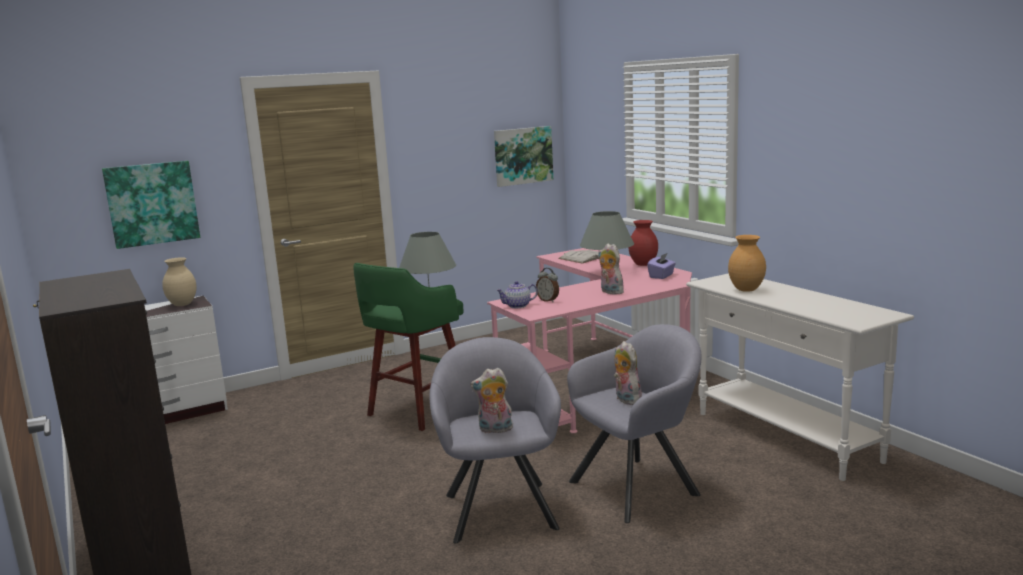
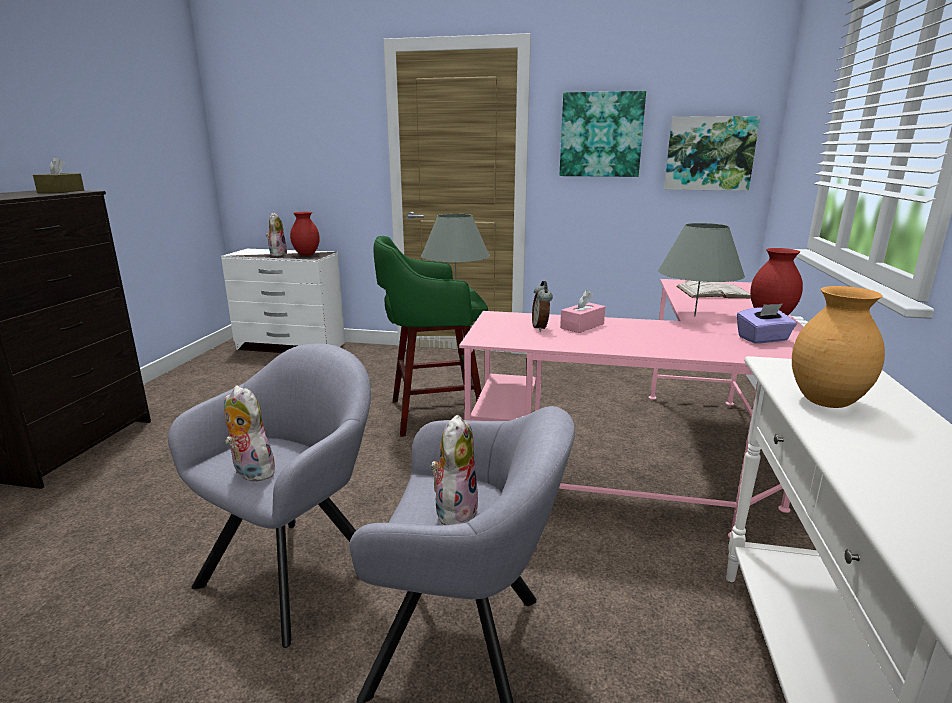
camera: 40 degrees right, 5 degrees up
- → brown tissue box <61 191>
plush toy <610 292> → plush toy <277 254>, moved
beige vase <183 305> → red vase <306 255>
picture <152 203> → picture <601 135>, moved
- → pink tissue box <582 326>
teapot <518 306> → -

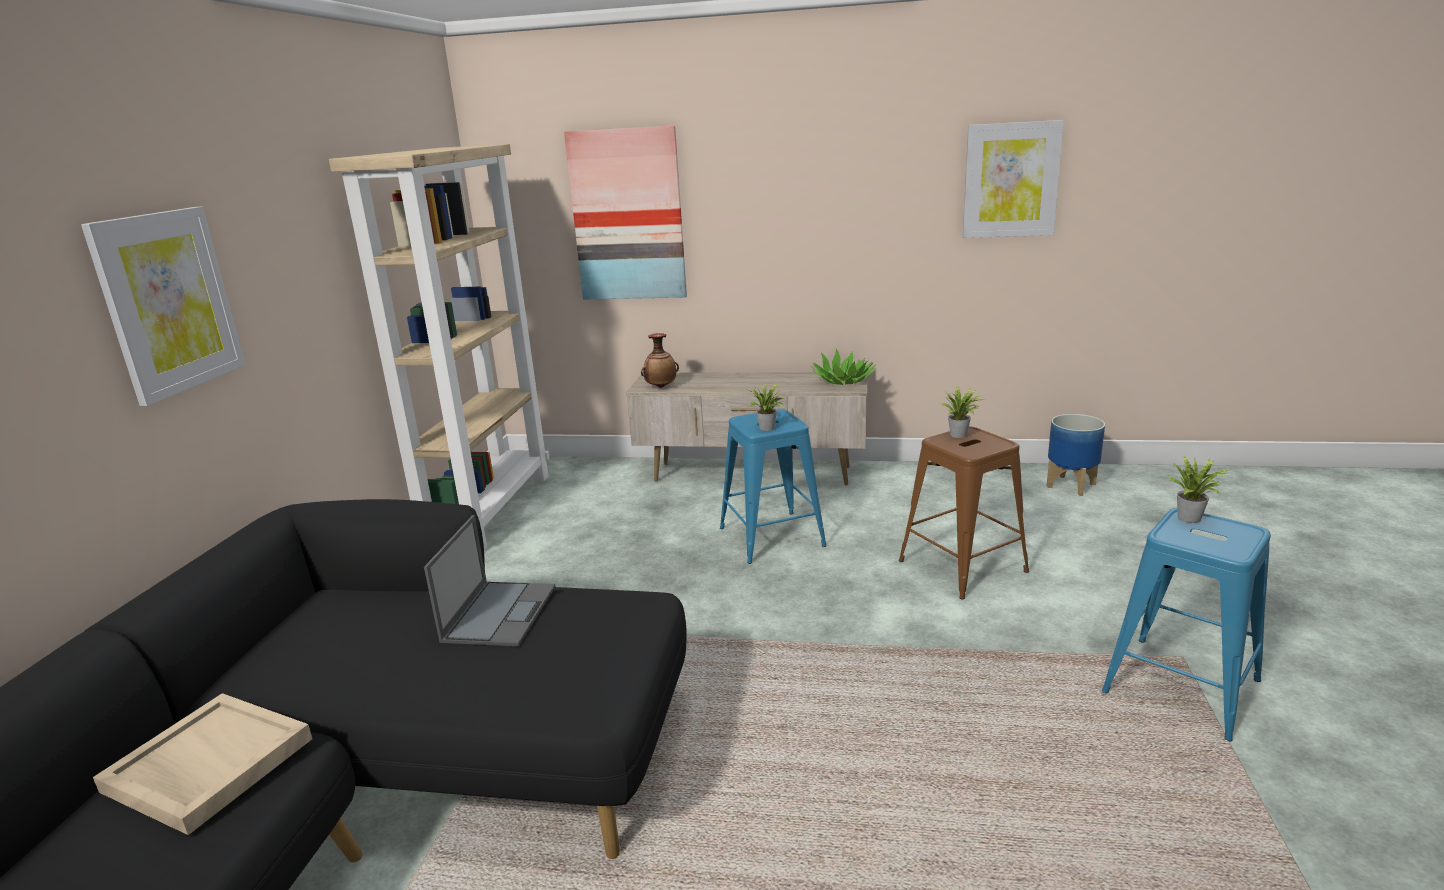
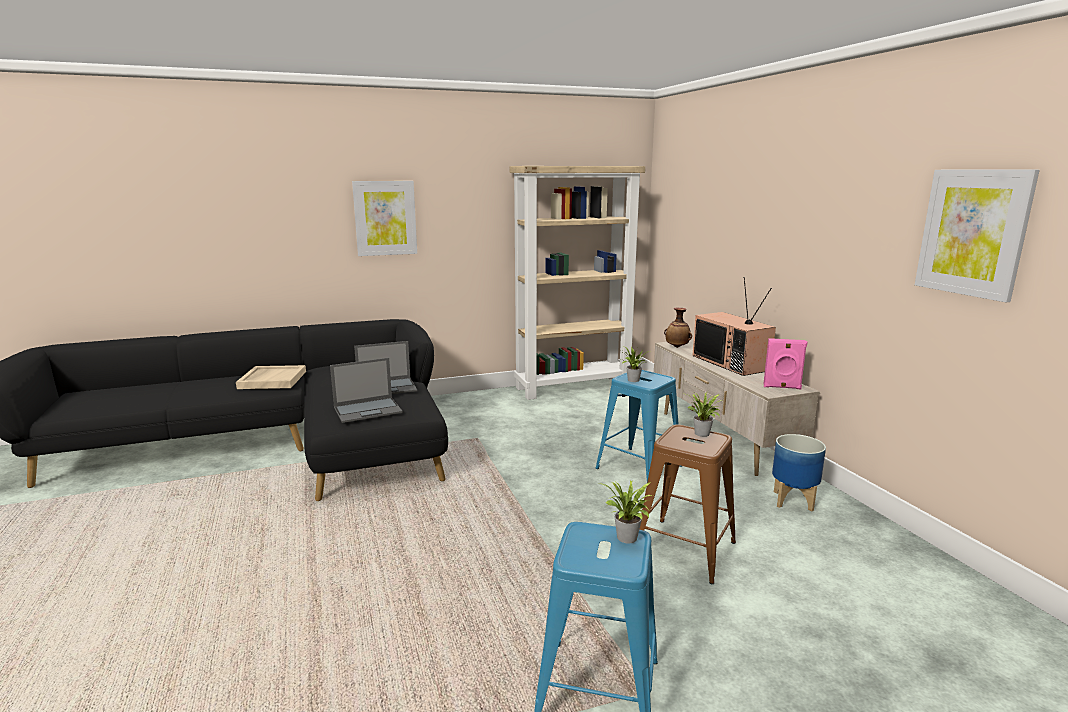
camera: 60 degrees right, 5 degrees down
- → laptop <368 410>
- → television <732 363>
potted plant <843 380> → pink speaker <782 387>
planter <1070 485> → planter <792 500>, moved
picture <628 215> → -

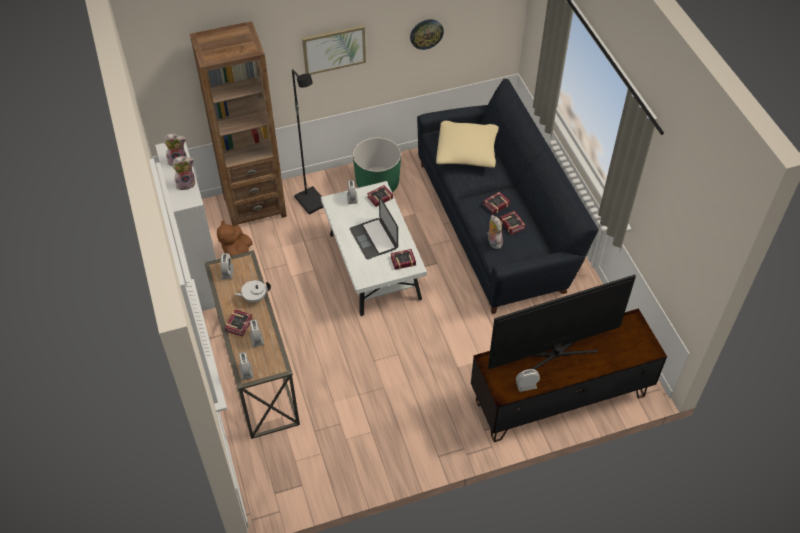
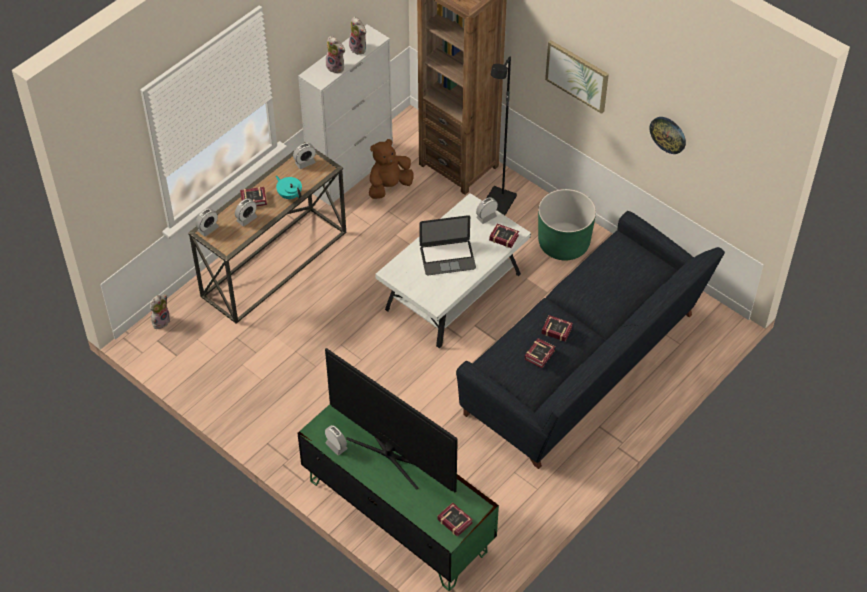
camera: 60 degrees right, 0 degrees up
plush toy <493 242> → plush toy <161 320>, moved
white teapot <254 297> → turquoise teapot <289 195>
brown tv stand <559 397> → green tv stand <397 515>
laptop <374 238> → laptop <447 257>, 135 degrees counterclockwise
book <402 260> → book <454 520>, moved
beige pillow <467 152> → -

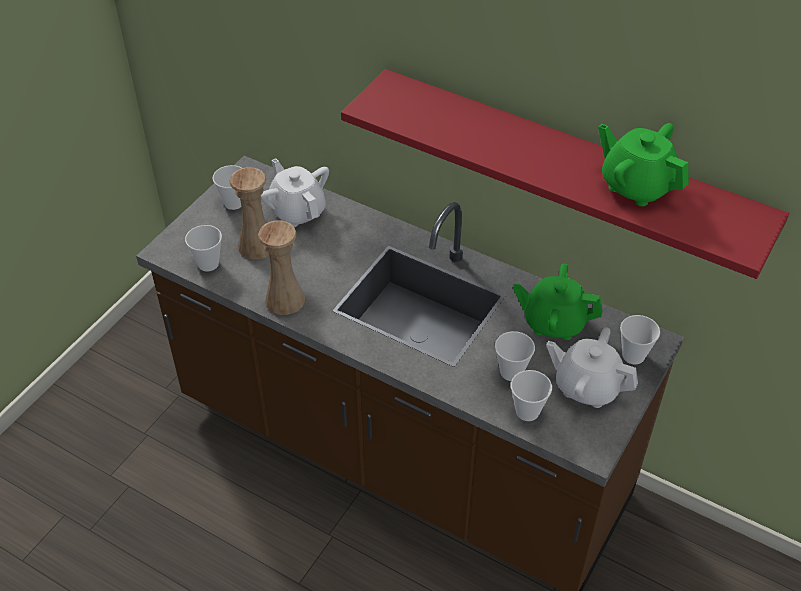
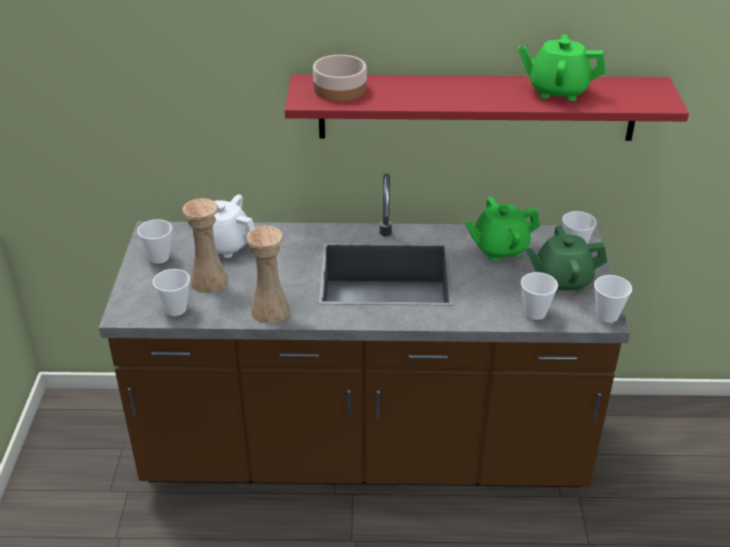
camera: 30 degrees left, 10 degrees down
- → bowl <339 89>
white teapot <587 387> → green teapot <561 280>
cup <511 372> → cup <607 316>, moved

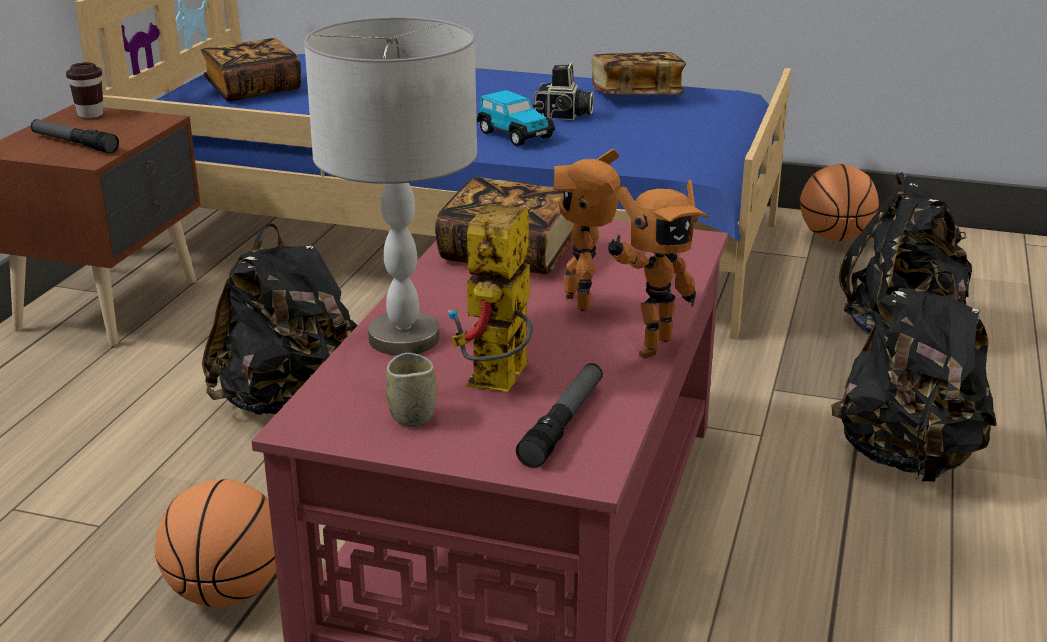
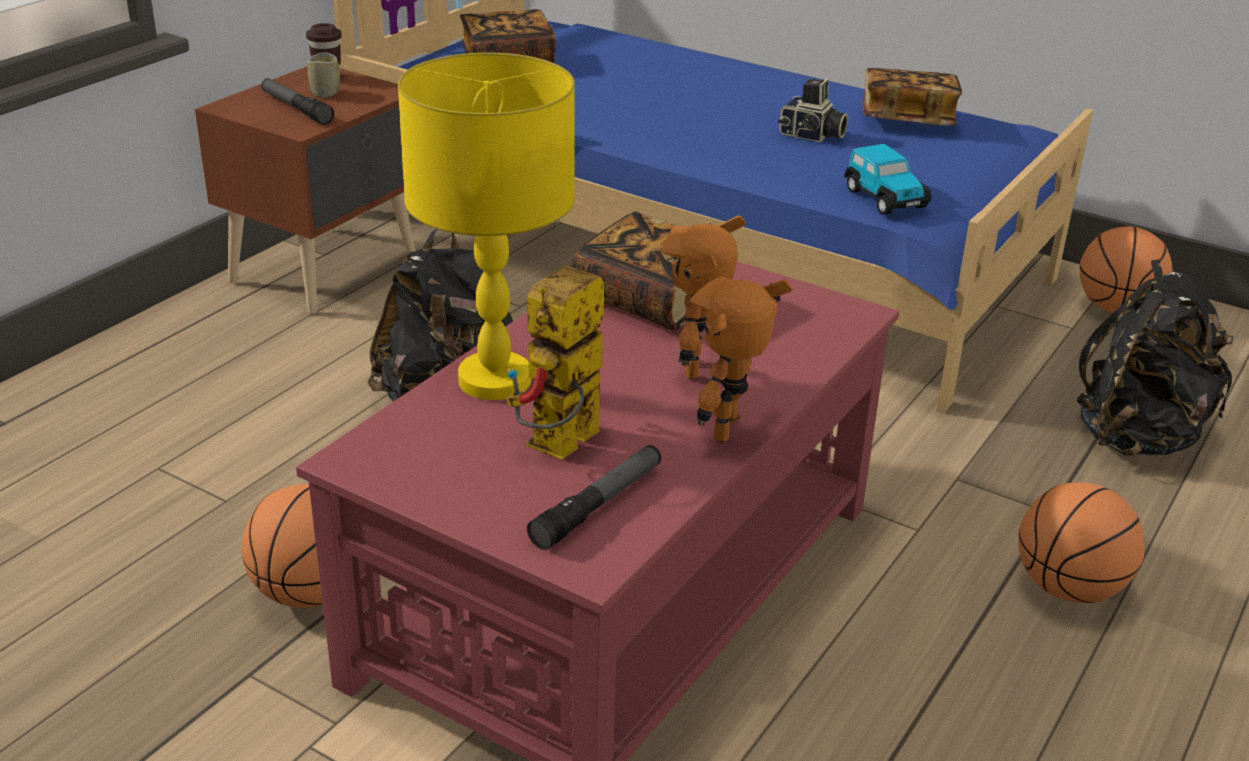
camera: 15 degrees right, 5 degrees up
cup <412 416> → cup <325 93>, moved
grey table lamp <404 339> → yellow table lamp <495 381>
toy robot <648 345> → toy robot <735 432>, 150 degrees clockwise
toy car <514 134> → toy car <884 198>, moved
black backpack <907 459> → basketball <1069 588>

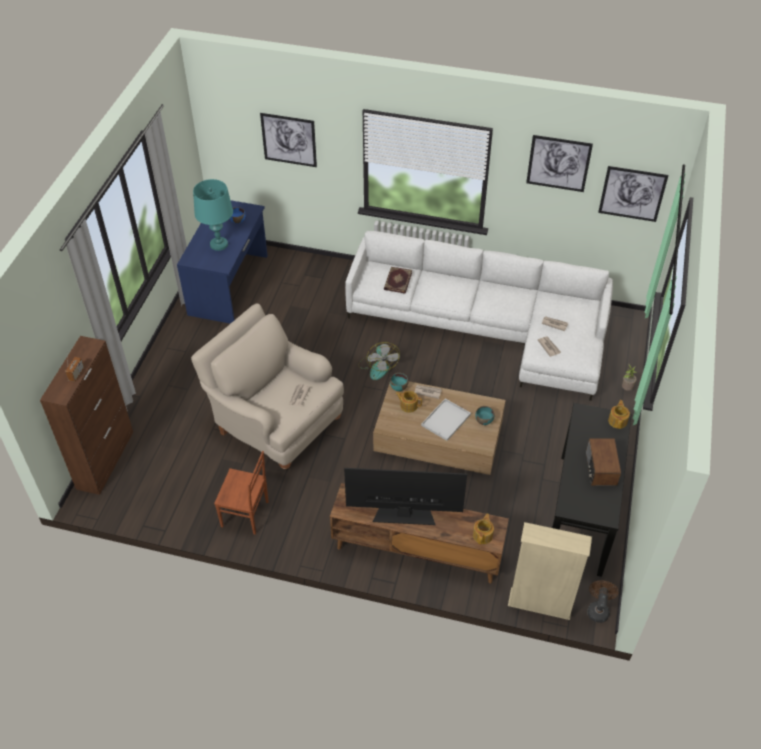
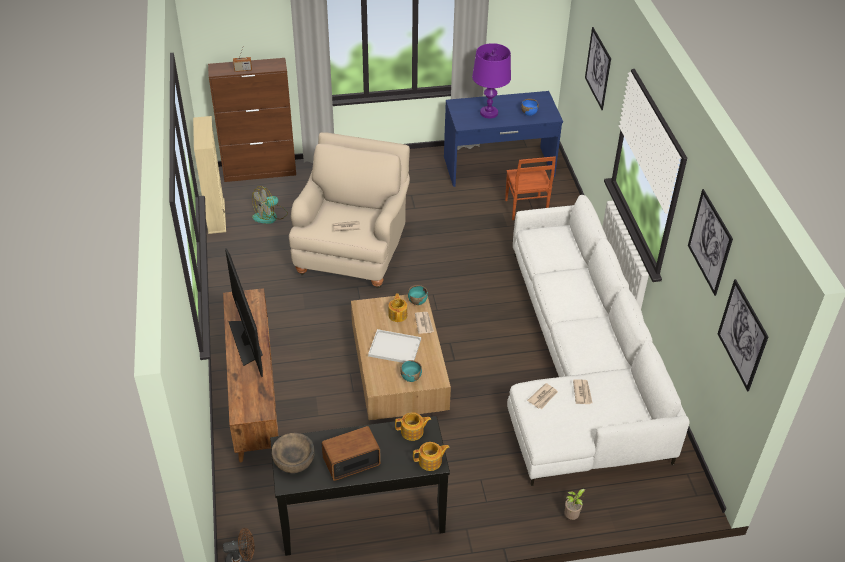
camera: 65 degrees right, 5 degrees down
beige bookcase <540 604> → beige bookcase <216 216>, moved
fan <377 366> → fan <270 216>, moved
- → brown bowl <294 460>
teapot <483 535> → teapot <412 432>, moved
turquoise table lamp <219 244> → purple table lamp <489 113>
brown chair <245 515> → brown chair <525 209>, moved
book <397 281> → -

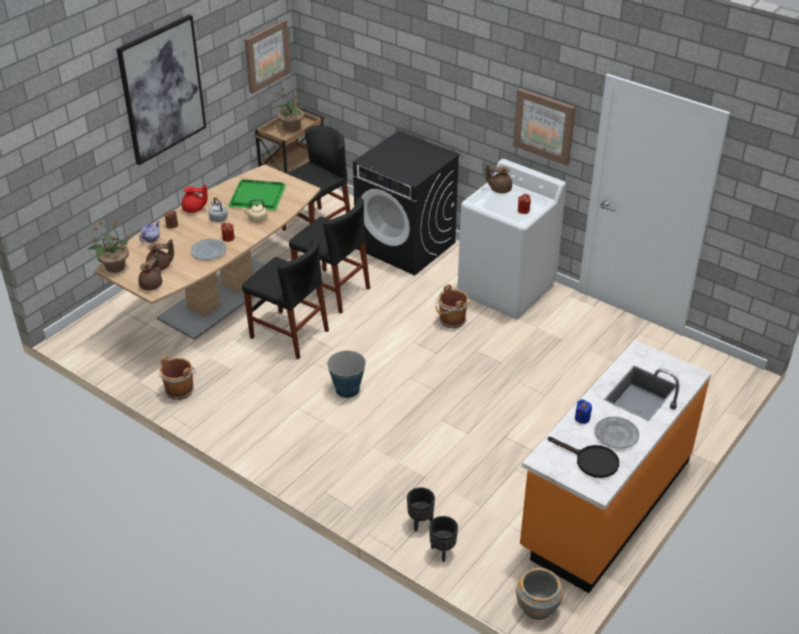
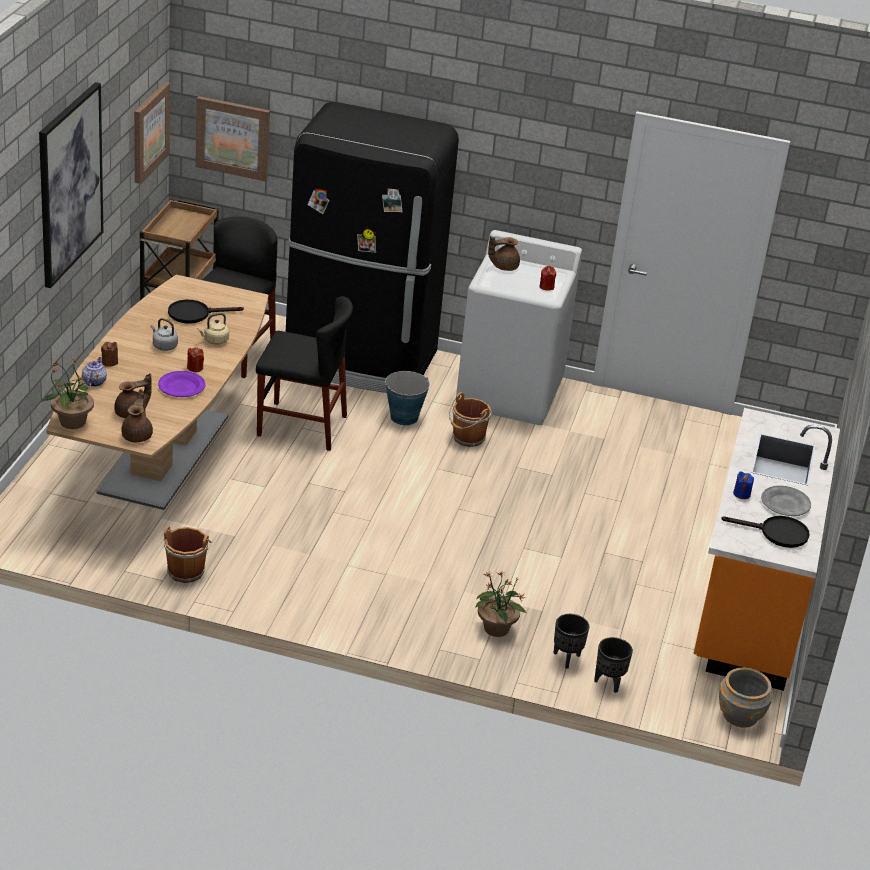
camera: 25 degrees left, 5 degrees down
grey plate <209 251> → purple plate <181 387>
green tray <257 196> → black frying pan <194 314>
picture <544 126> → picture <233 137>, moved
black washing machine <406 246> → black fridge <359 360>
bucket <347 389> → bucket <404 417>, moved
potted plant <291 128> → potted plant <496 629>, moved
red teapot <194 209> → -
black chair <289 334> → -

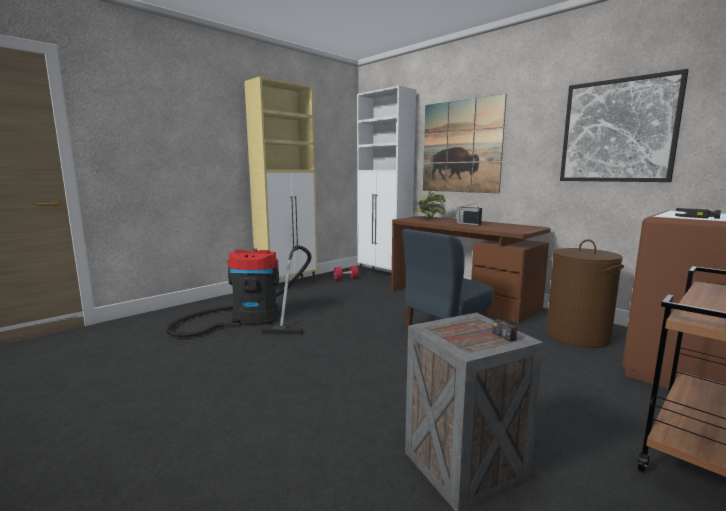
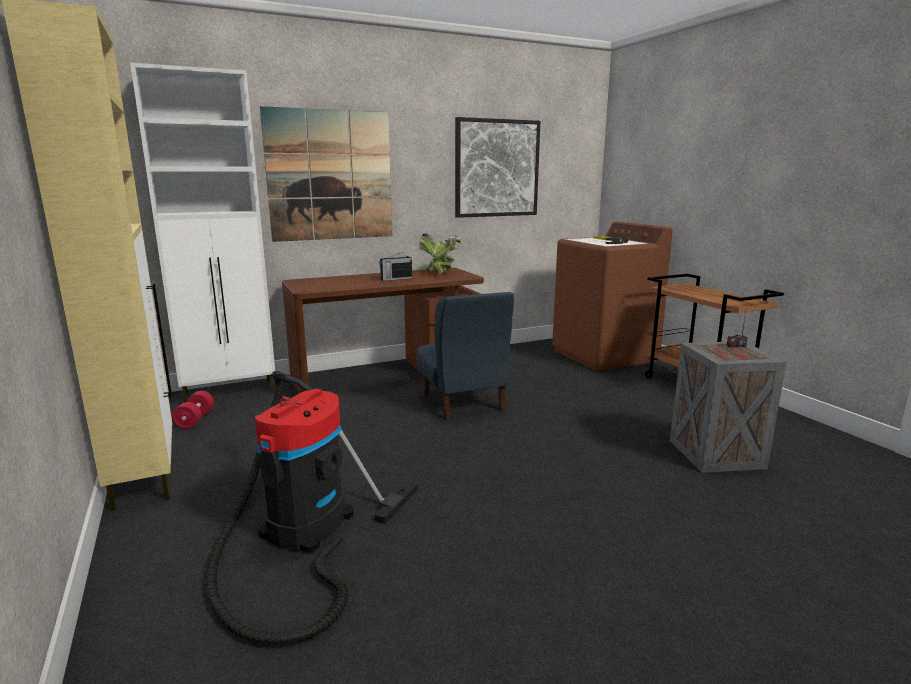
camera: 70 degrees left, 5 degrees up
potted plant <429 219> → potted plant <440 273>, moved
brown laundry basket <577 336> → -

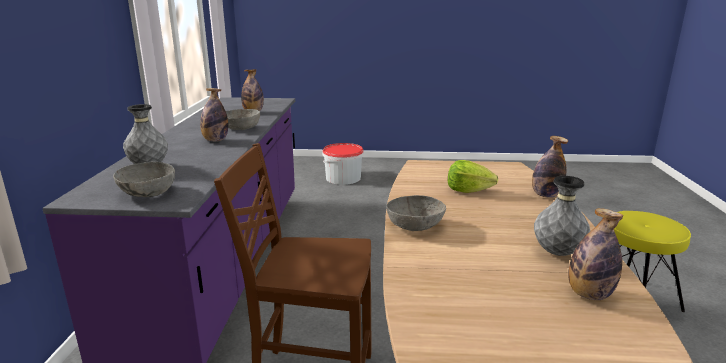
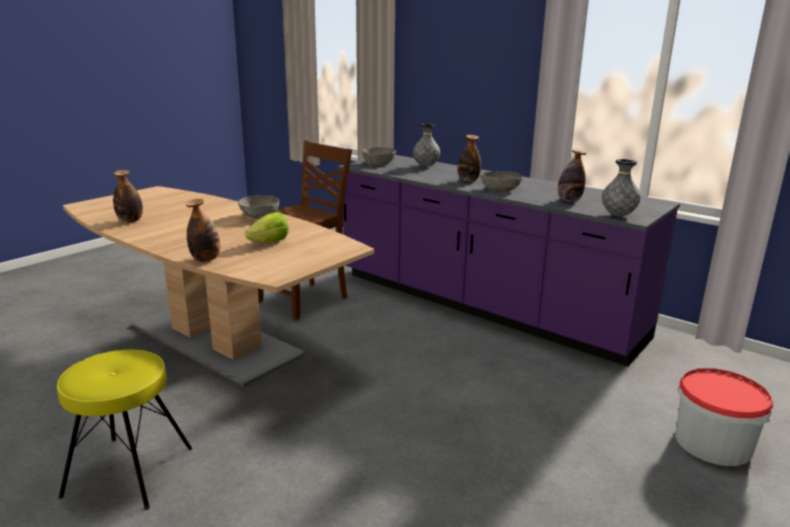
camera: 125 degrees right, 0 degrees up
grey vase <557 253> → grey vase <618 215>, moved

